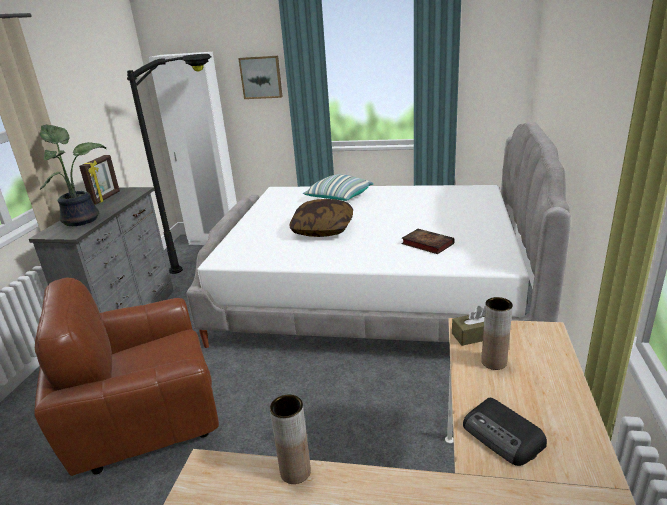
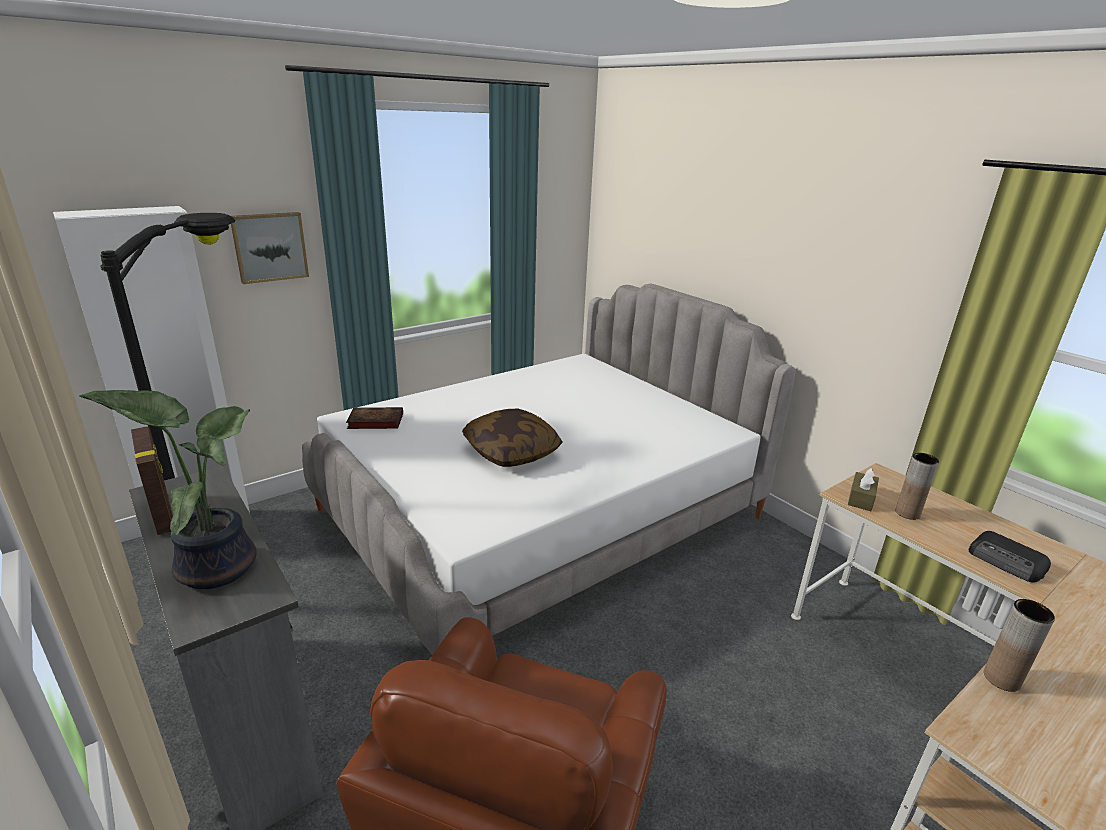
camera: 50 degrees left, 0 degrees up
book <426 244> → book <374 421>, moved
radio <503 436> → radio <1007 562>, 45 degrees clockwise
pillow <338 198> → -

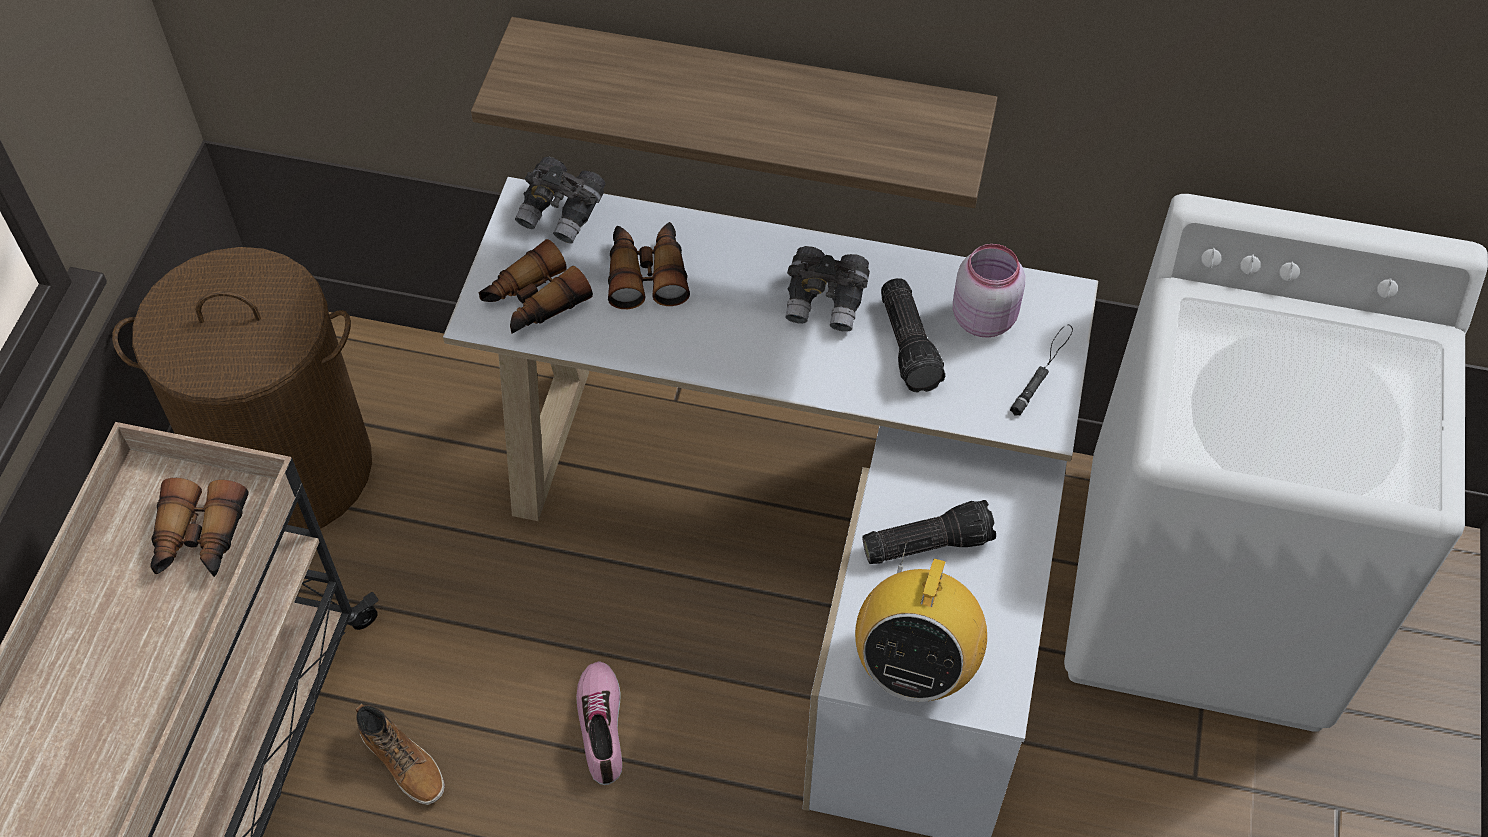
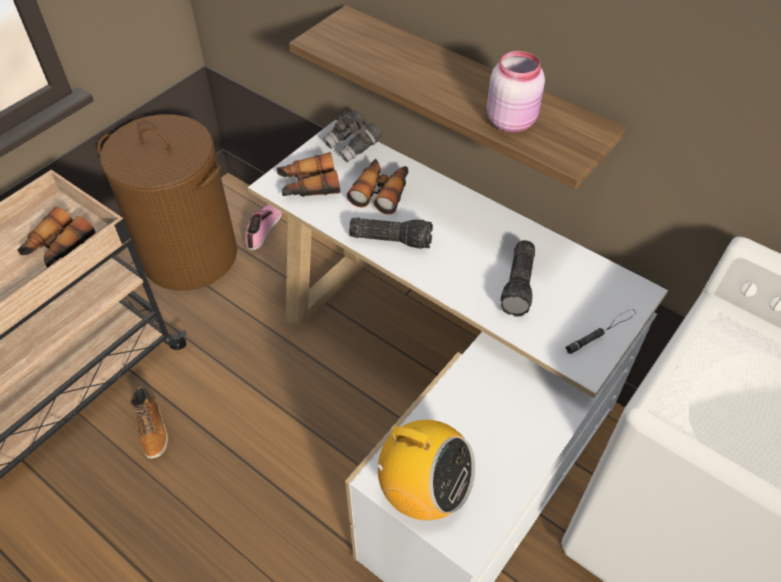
camera: 25 degrees right, 5 degrees down
shoe <603 725> → shoe <264 228>, moved
flashlight <927 542> → flashlight <392 238>, moved
radio <915 665> → radio <423 491>, 105 degrees counterclockwise
pink jar <984 317> → pink jar <512 121>, moved
grey binoculars <826 301> → -

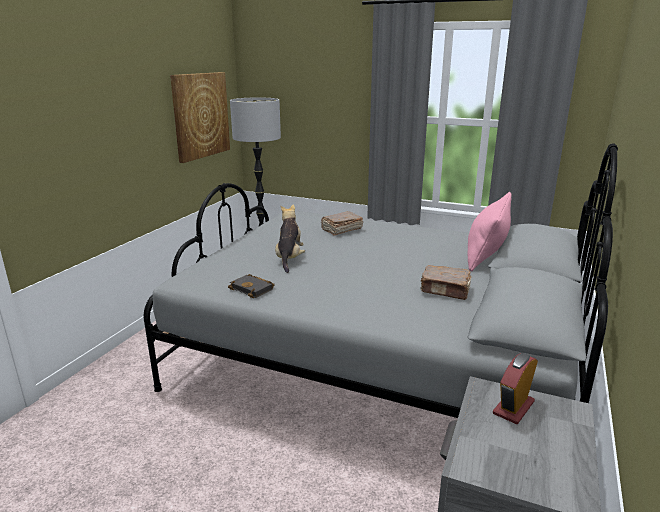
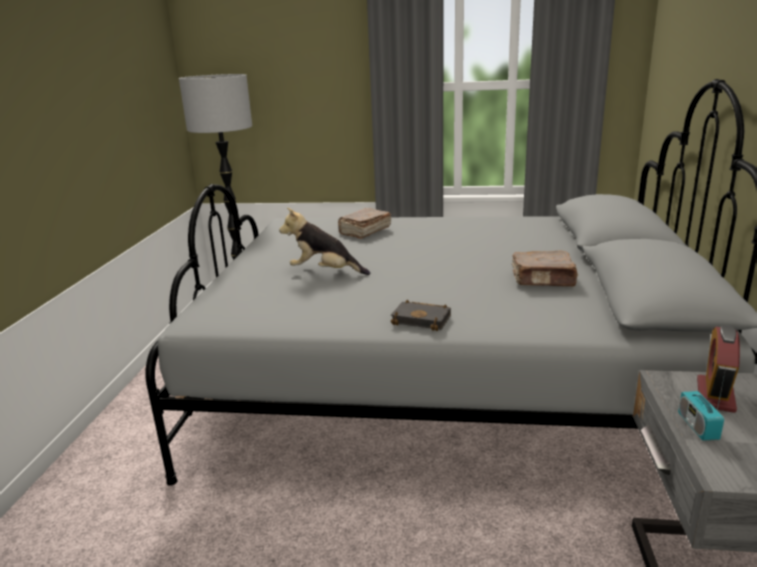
camera: 15 degrees left, 0 degrees up
plush toy <289 258> → plush toy <325 272>, 60 degrees counterclockwise
black book <253 289> → black book <423 319>, moved
- → radio <697 426>
picture <200 115> → -
pink pillow <486 253> → -

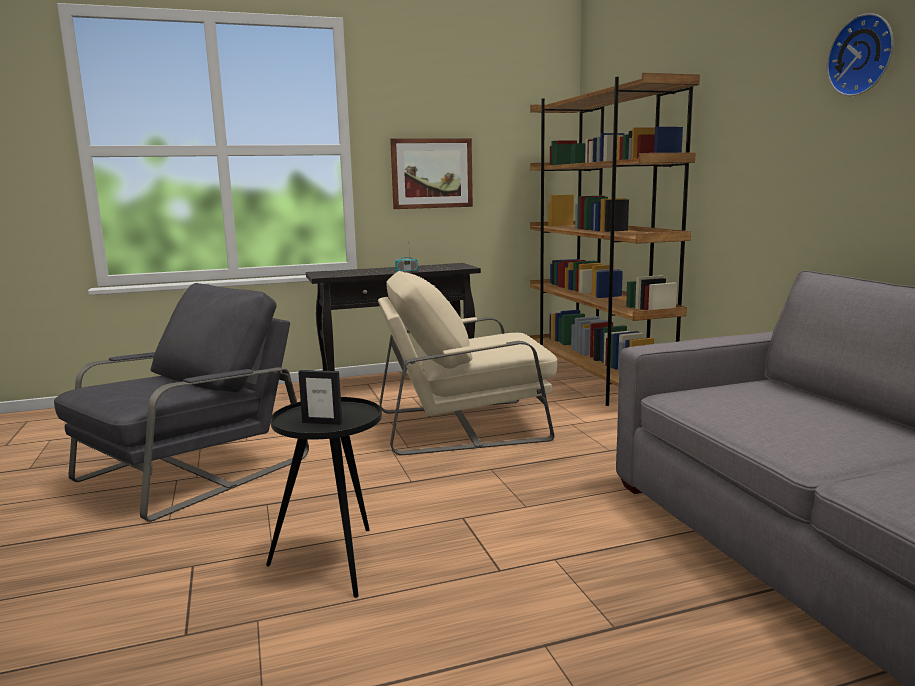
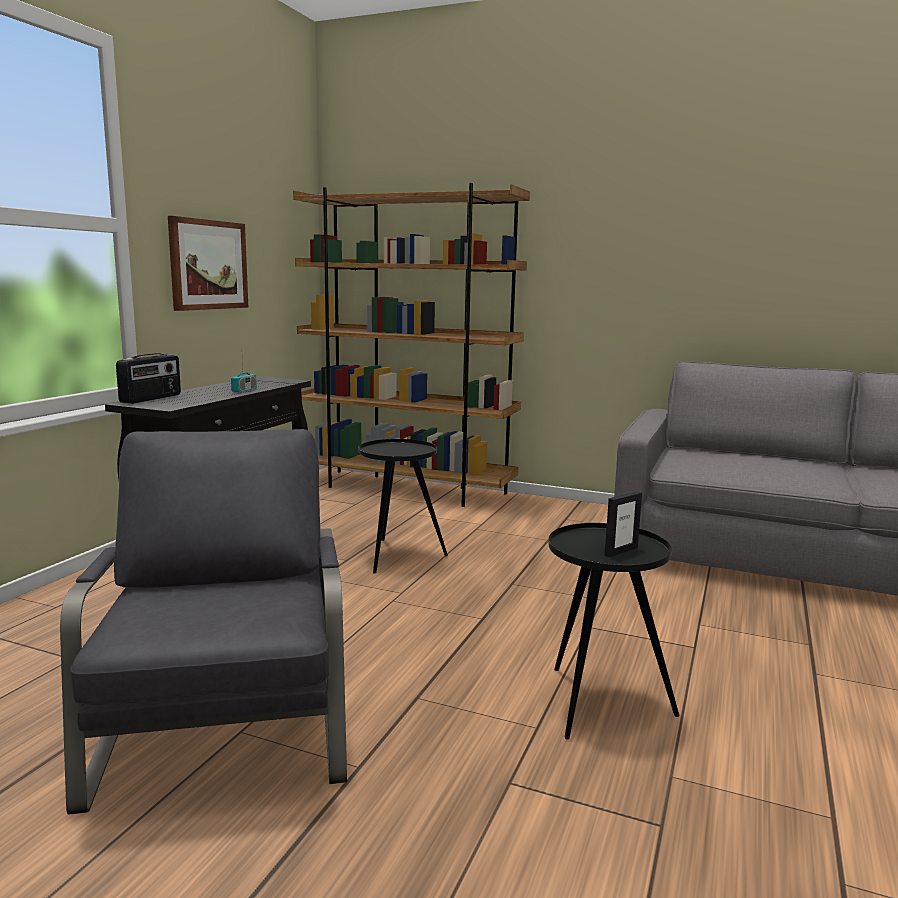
camera: 50 degrees left, 0 degrees up
- → radio <151 398>
beige armchair <464 425> → black side table <397 556>
wall clock <863 55> → -

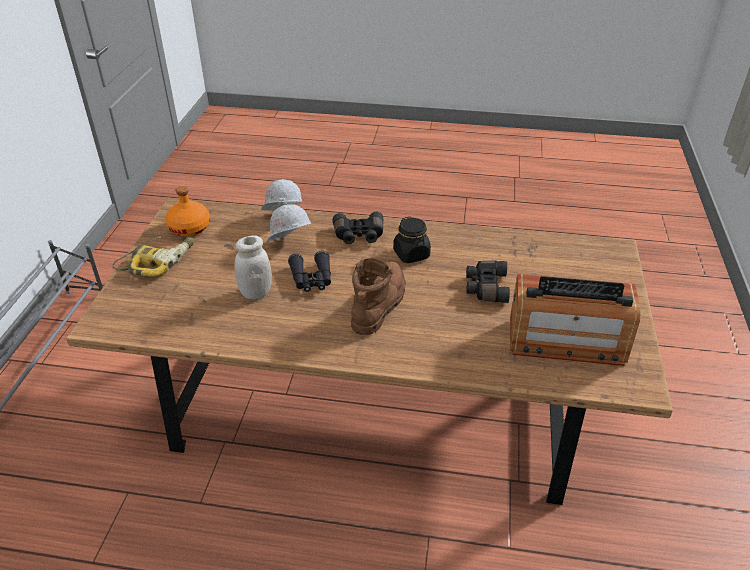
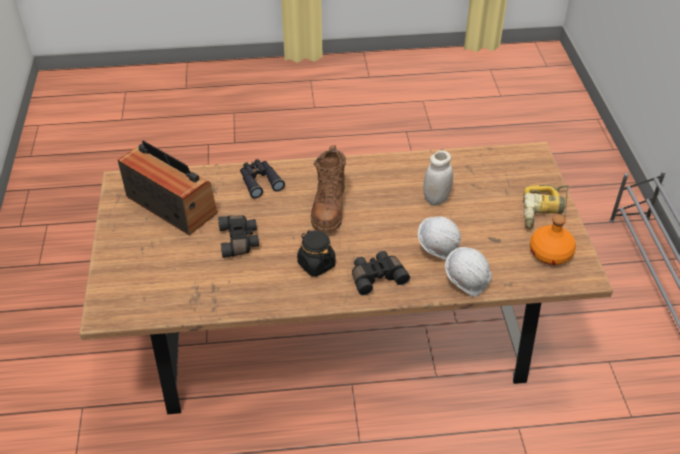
camera: 165 degrees right, 5 degrees up
radio <566 341> → radio <172 205>, 45 degrees clockwise
black binoculars <312 279> → black binoculars <260 181>, moved

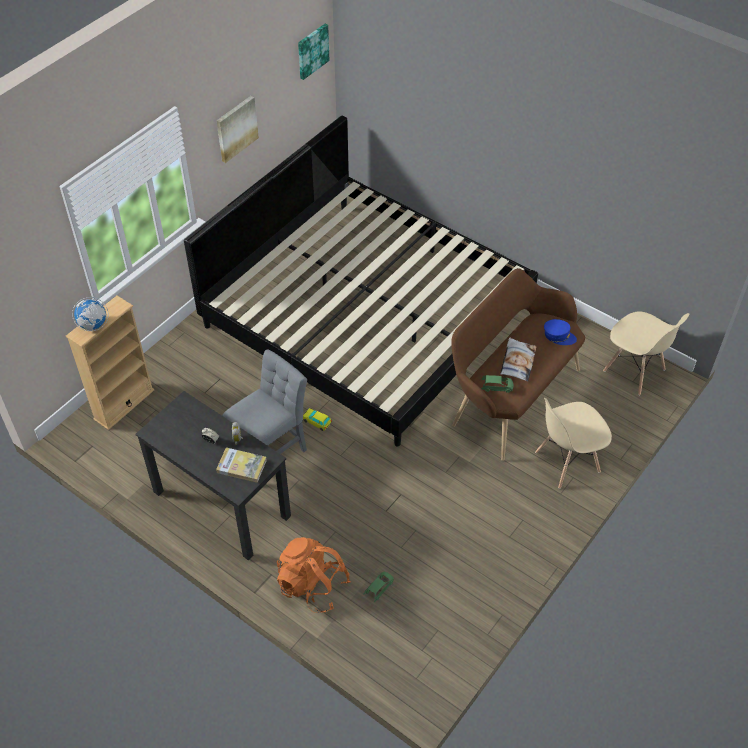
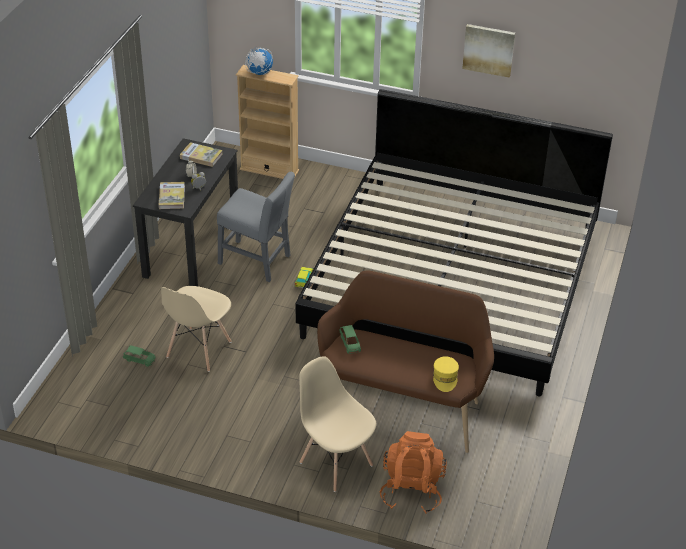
camera: 70 degrees right, 10 degrees down
beige chair <634 371> → beige chair <198 350>, moved
- → book <201 156>
orange backpack <312 585> → orange backpack <412 490>, moved
blue cap <559 336> → yellow cap <445 378>
picture <312 50> → -
pillow <517 362> → -

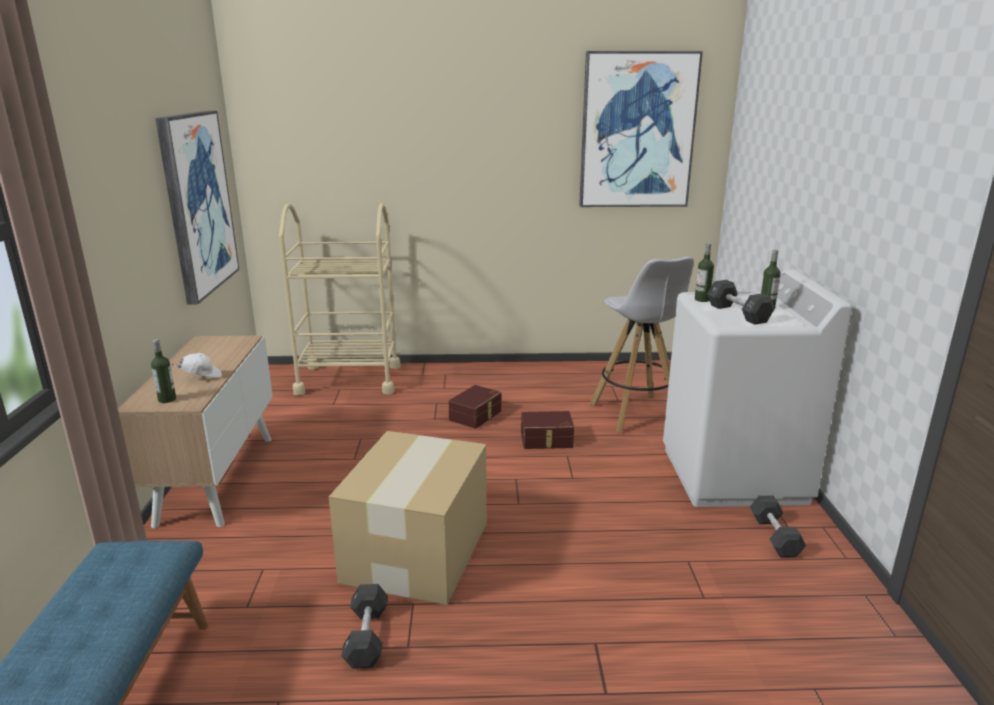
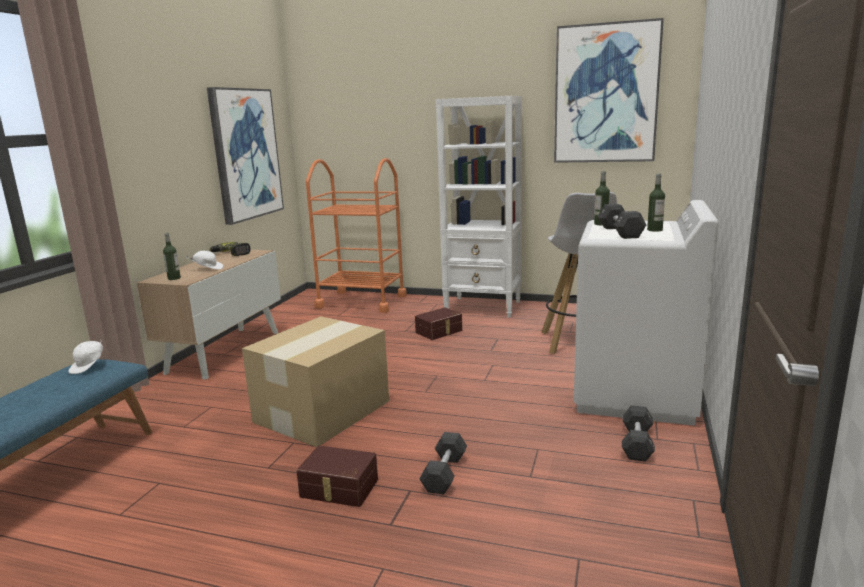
camera: 20 degrees right, 5 degrees down
- → white cap <89 366>
- → power drill <230 254>
brown storage box <546 440> → brown storage box <338 489>, moved
beige cart <349 379> → orange cart <362 301>
black dumbbell <367 637> → black dumbbell <444 473>, moved
- → white bookcase <483 307>

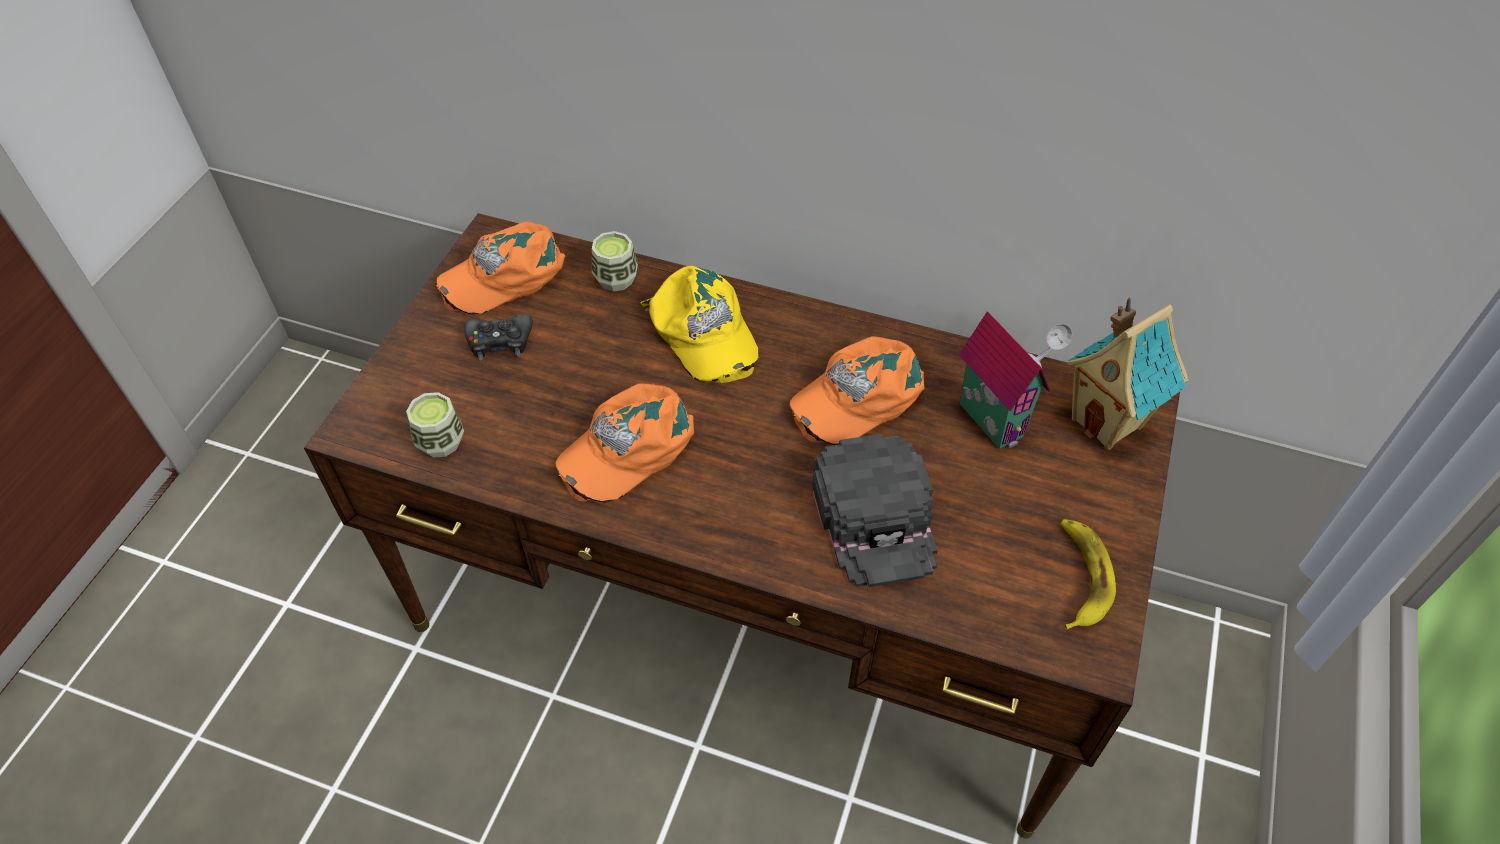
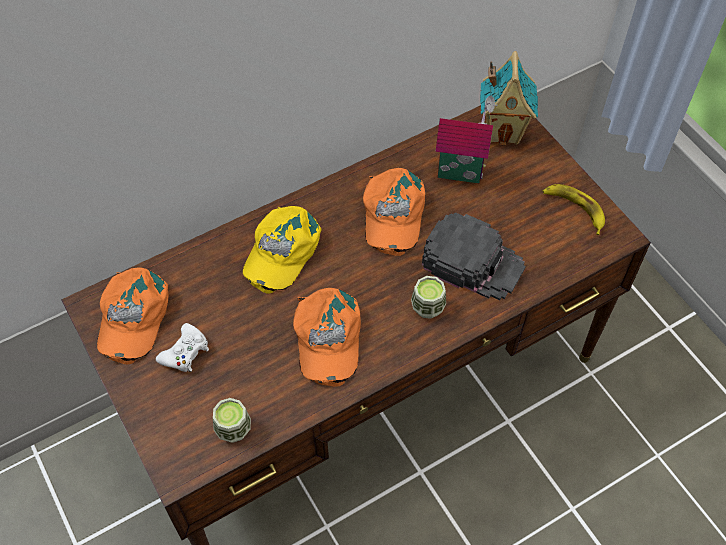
camera: 50 degrees left, 5 degrees up
black game controller <500 341> → white game controller <185 352>
yellow cap <702 333> → yellow cap <281 251>, 105 degrees clockwise
cup <616 279> → cup <428 307>, moved

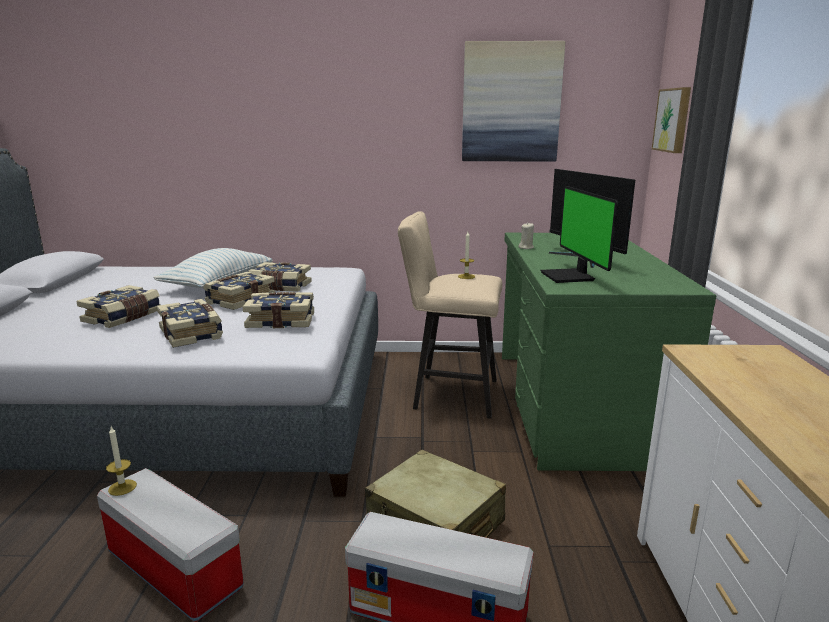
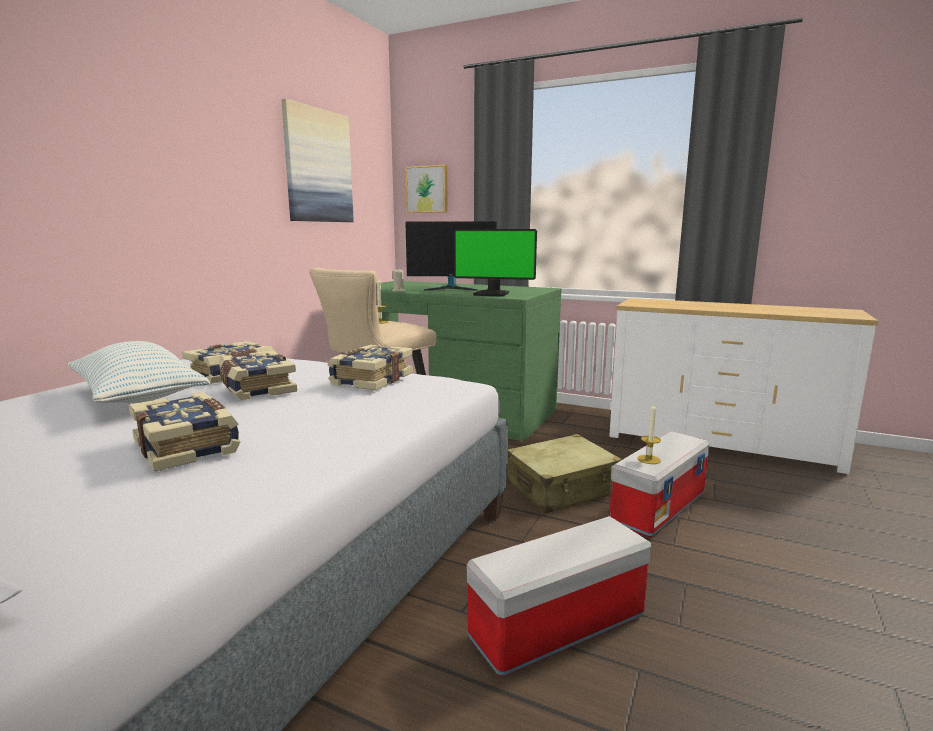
camera: 65 degrees left, 5 degrees down
candle <122 487> → candle <649 459>, moved
book <192 333> → -

